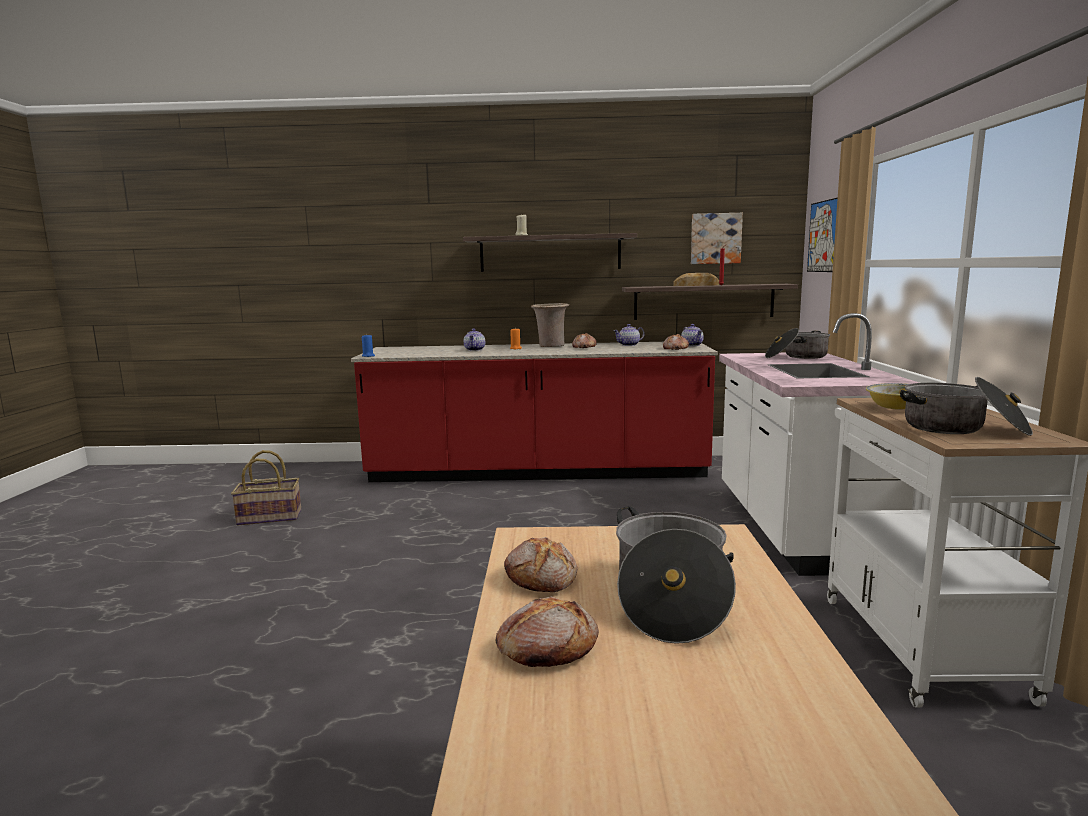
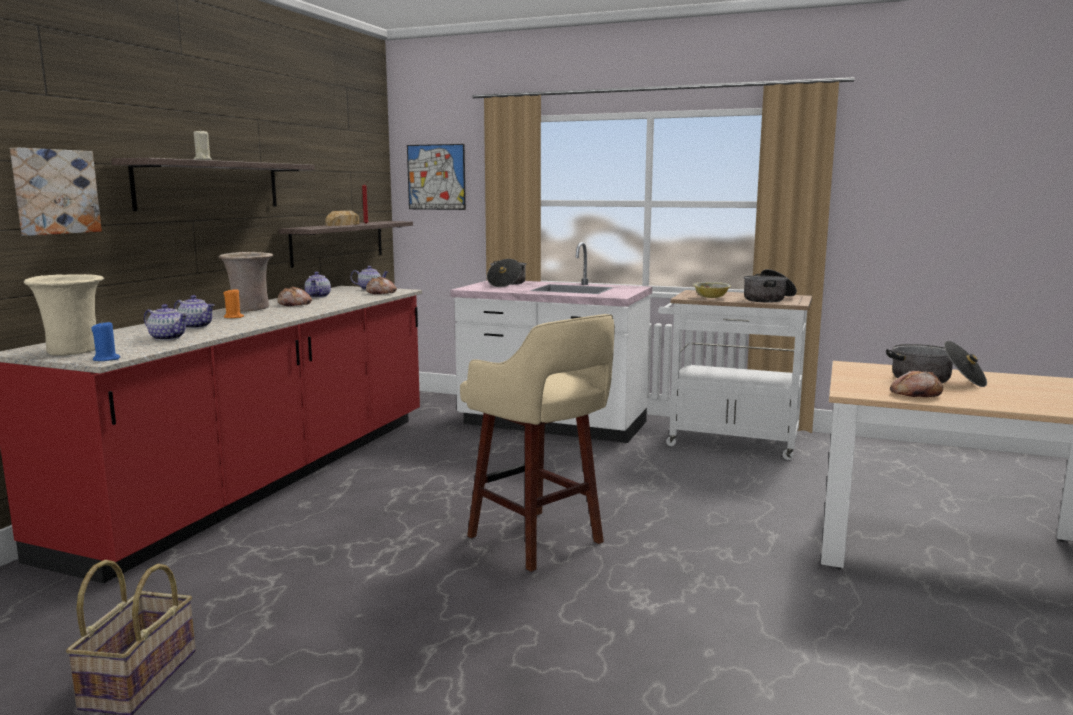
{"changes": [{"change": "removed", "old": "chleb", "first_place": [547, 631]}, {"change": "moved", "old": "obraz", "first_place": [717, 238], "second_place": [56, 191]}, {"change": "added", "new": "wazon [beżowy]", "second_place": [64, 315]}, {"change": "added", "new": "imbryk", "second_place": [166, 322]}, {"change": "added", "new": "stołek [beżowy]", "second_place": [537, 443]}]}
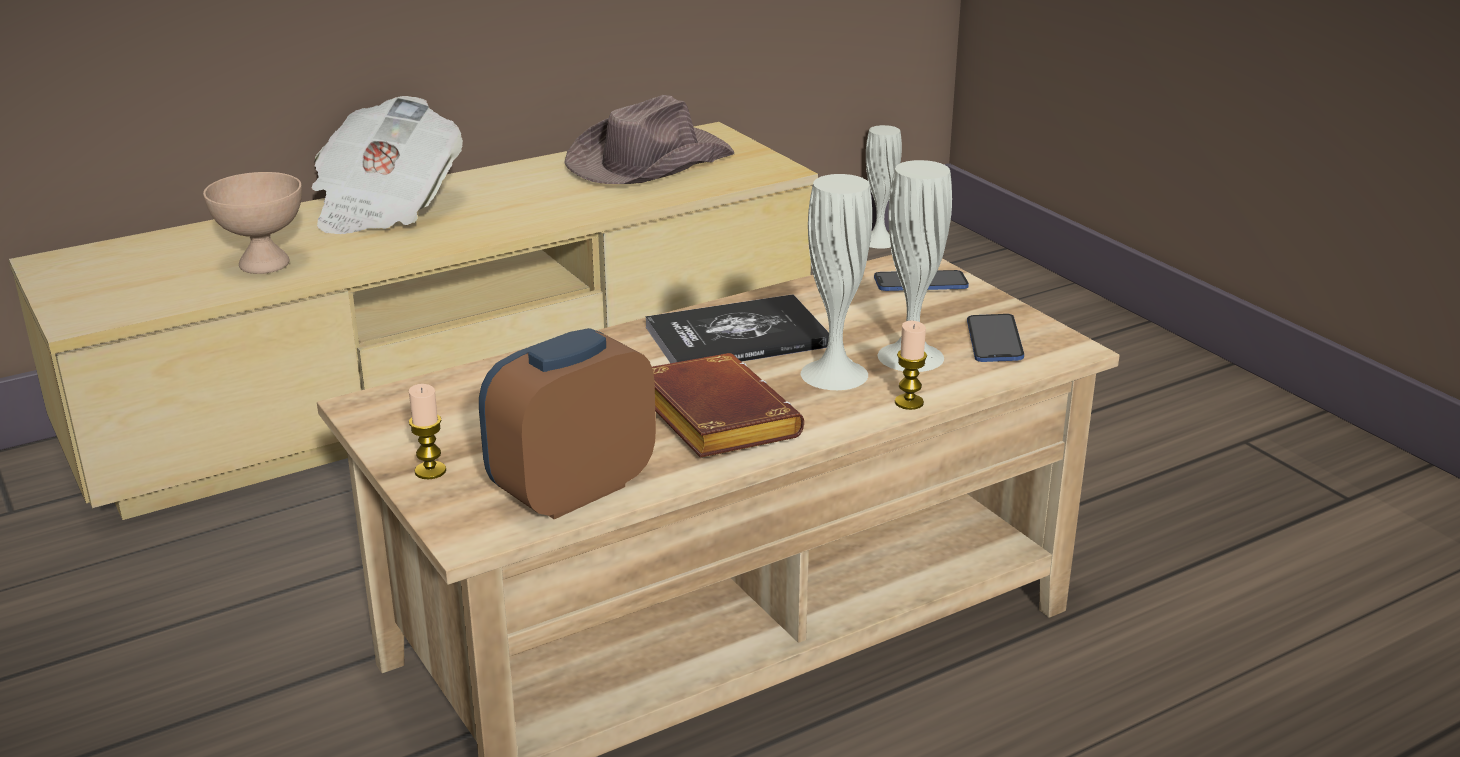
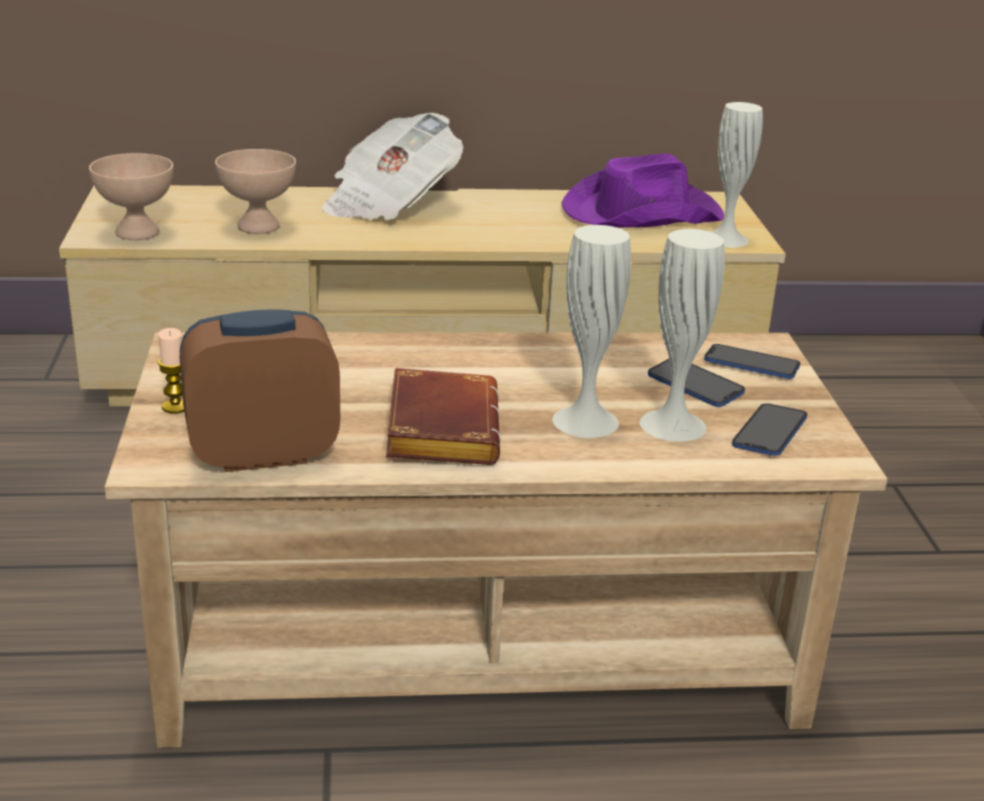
{"changes": [{"change": "recoloured", "old": "kapelusz [brązowy]", "new": "kapelusz [fioletowy]", "first_place": [649, 139], "second_place": [643, 190]}, {"change": "removed", "old": "książka", "first_place": [737, 328]}, {"change": "moved", "old": "wazon [biały]", "first_place": [884, 187], "second_place": [737, 175]}, {"change": "removed", "old": "świeca", "first_place": [911, 365]}, {"change": "added", "new": "miska [beżowy]", "second_place": [131, 196]}, {"change": "added", "new": "telefon", "second_place": [696, 383]}]}
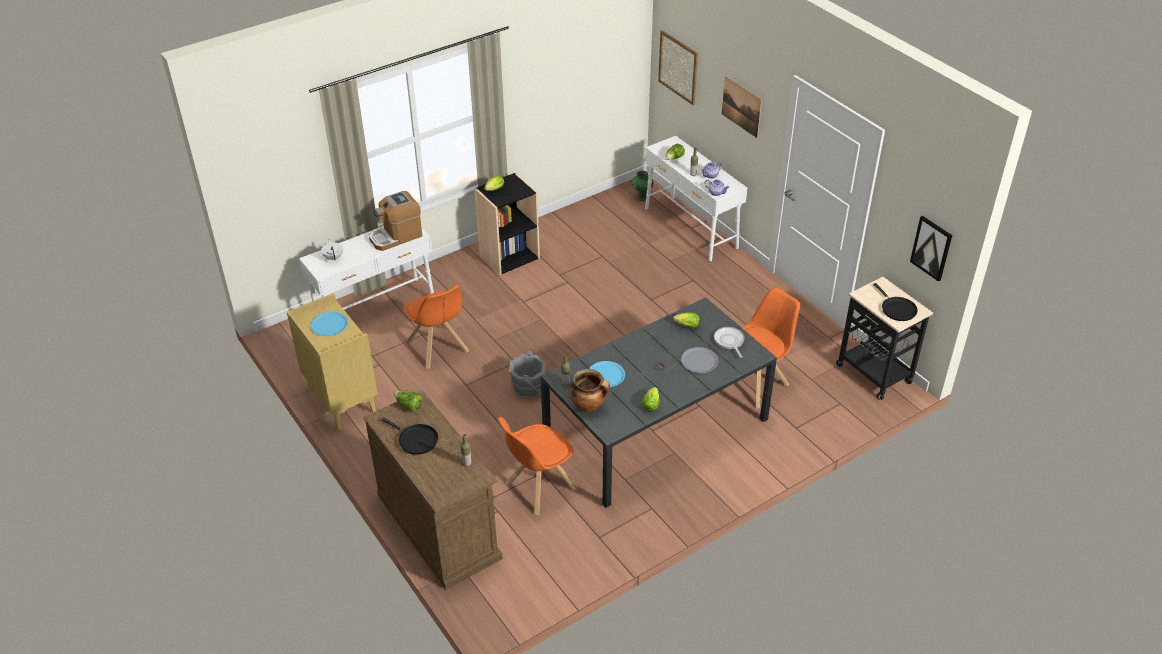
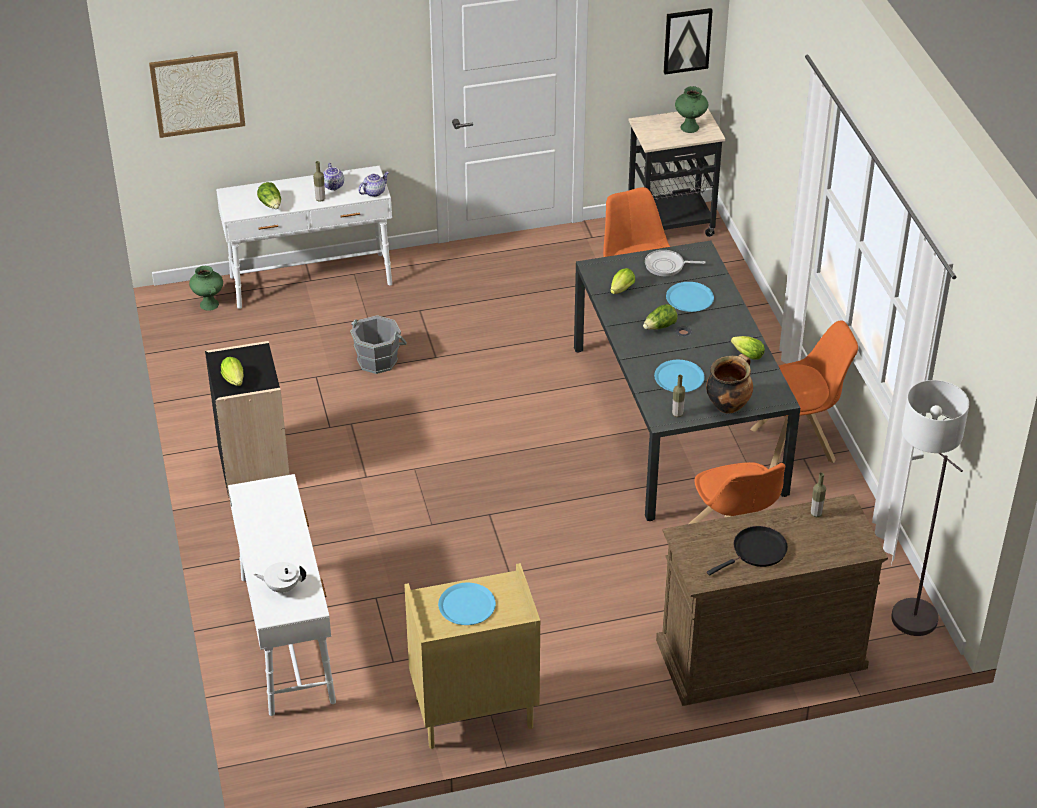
{"changes": [{"change": "removed", "old": "ekspres do kawy", "first_place": [395, 221]}, {"change": "moved", "old": "sałata", "first_place": [408, 400], "second_place": [660, 316]}, {"change": "moved", "old": "krzesło [pomarańczowy]", "first_place": [436, 326], "second_place": [804, 394]}, {"change": "moved", "old": "wiadro [szary]", "first_place": [527, 374], "second_place": [378, 344]}, {"change": "recoloured", "old": "talerz [szary]", "new": "talerz [niebieski]", "first_place": [699, 360], "second_place": [690, 297]}, {"change": "removed", "old": "obraz", "first_place": [742, 107]}, {"change": "replaced", "old": "patelnia [czarny]", "new": "wazon [zielony]", "first_place": [895, 302], "second_place": [691, 109]}, {"change": "added", "new": "lampa stojąca [biały]", "second_place": [930, 508]}]}
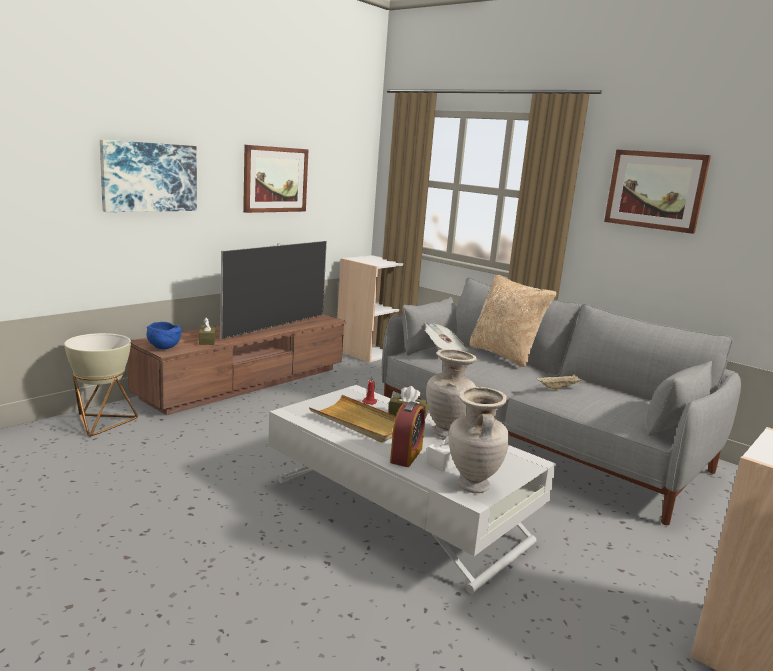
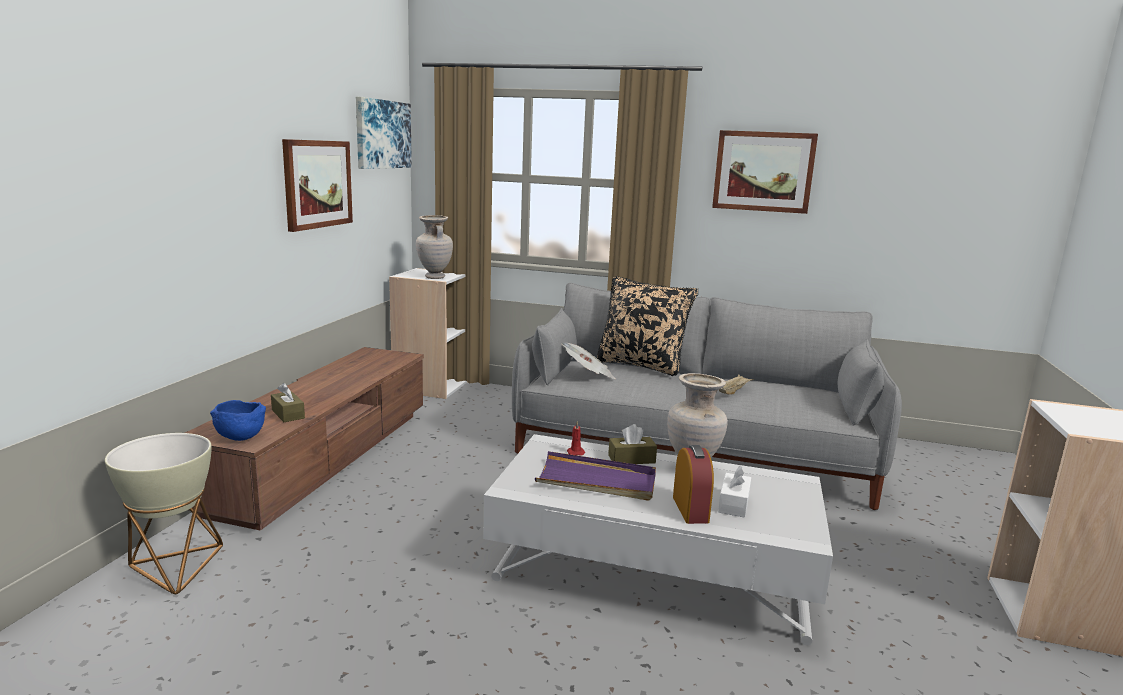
{"changes": [{"change": "moved", "old": "obraz", "first_place": [148, 175], "second_place": [384, 133]}, {"change": "removed", "old": "telewizor", "first_place": [273, 290]}, {"change": "recoloured", "old": "taca [beżowy]", "new": "taca [fioletowy]", "first_place": [352, 419], "second_place": [595, 476]}, {"change": "moved", "old": "wazon [beżowy]", "first_place": [479, 440], "second_place": [434, 247]}, {"change": "recoloured", "old": "poduszka [beżowy]", "new": "poduszka [czarny]", "first_place": [513, 320], "second_place": [647, 326]}]}
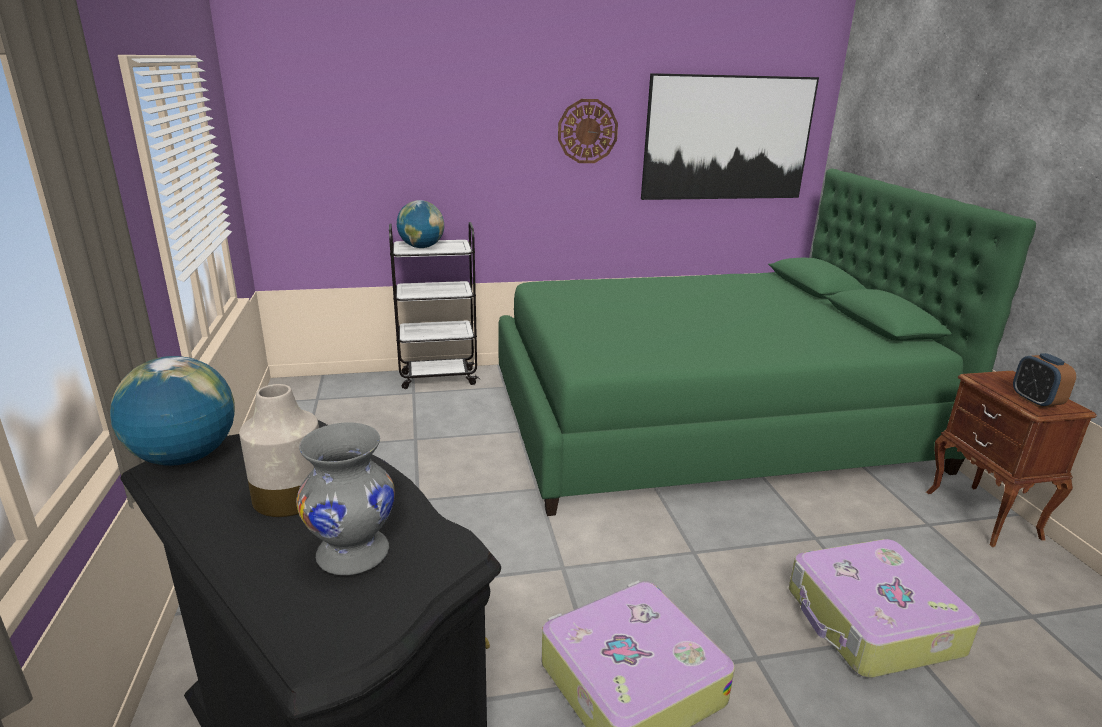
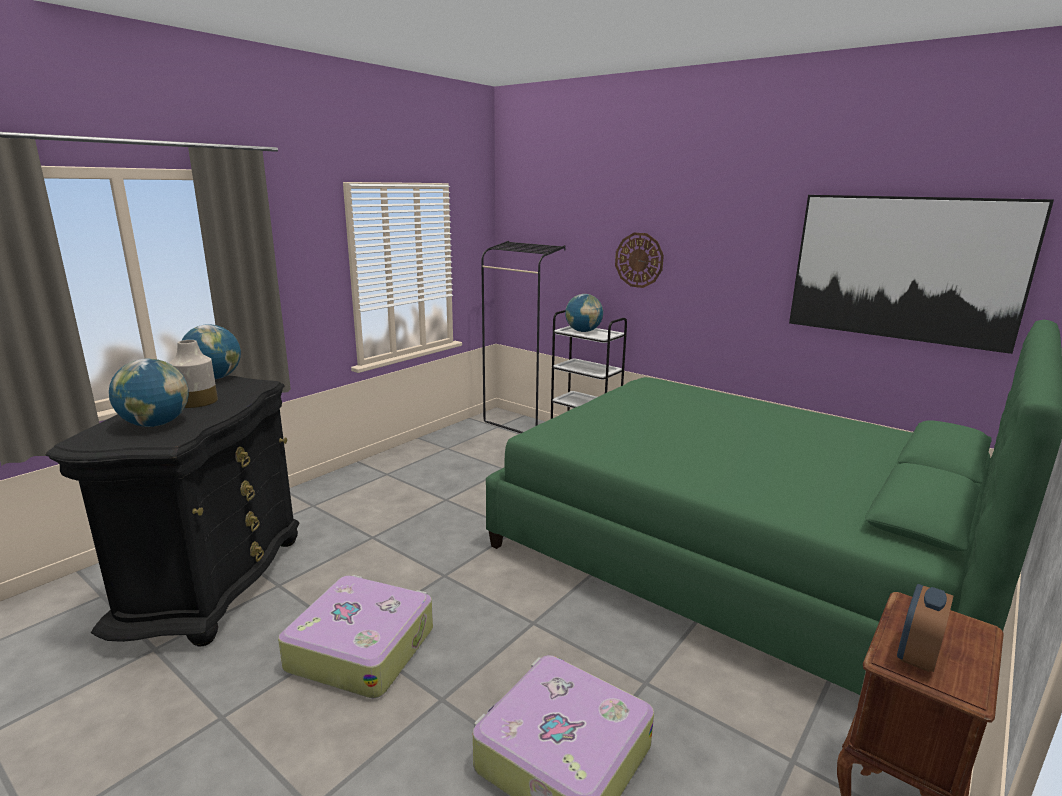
{"changes": [{"change": "replaced", "old": "wazon [szary]", "new": "globus", "first_place": [345, 498], "second_place": [149, 393]}, {"change": "moved", "old": "zegar ścienny", "first_place": [588, 131], "second_place": [639, 260]}, {"change": "added", "new": "wieszak [czarny]", "second_place": [523, 337]}]}
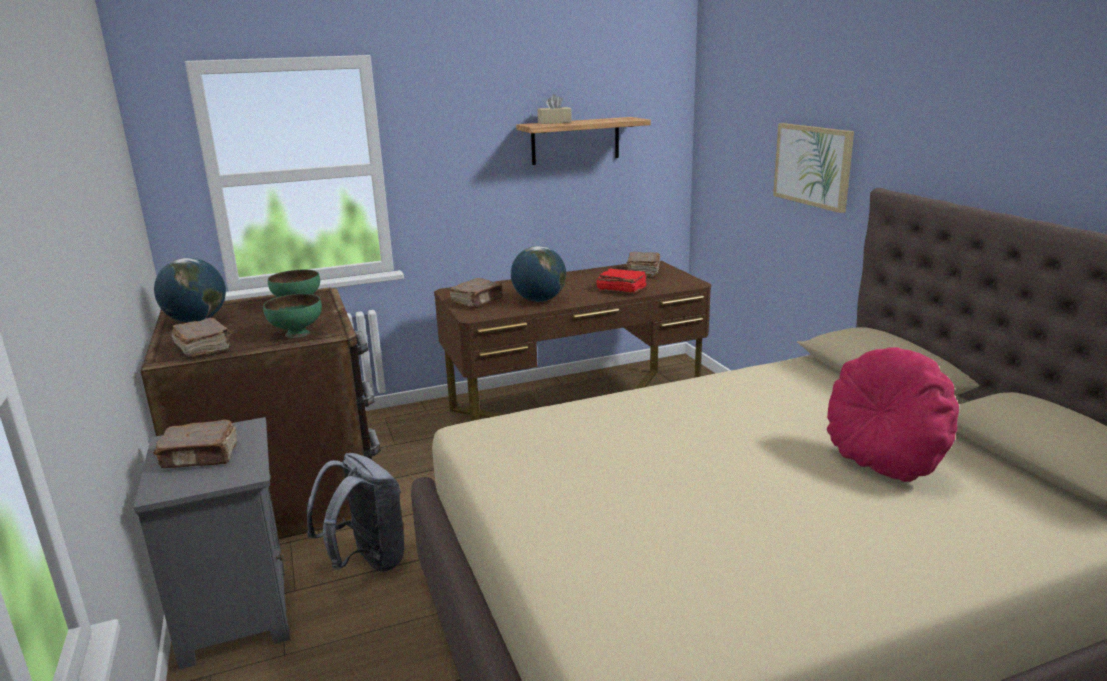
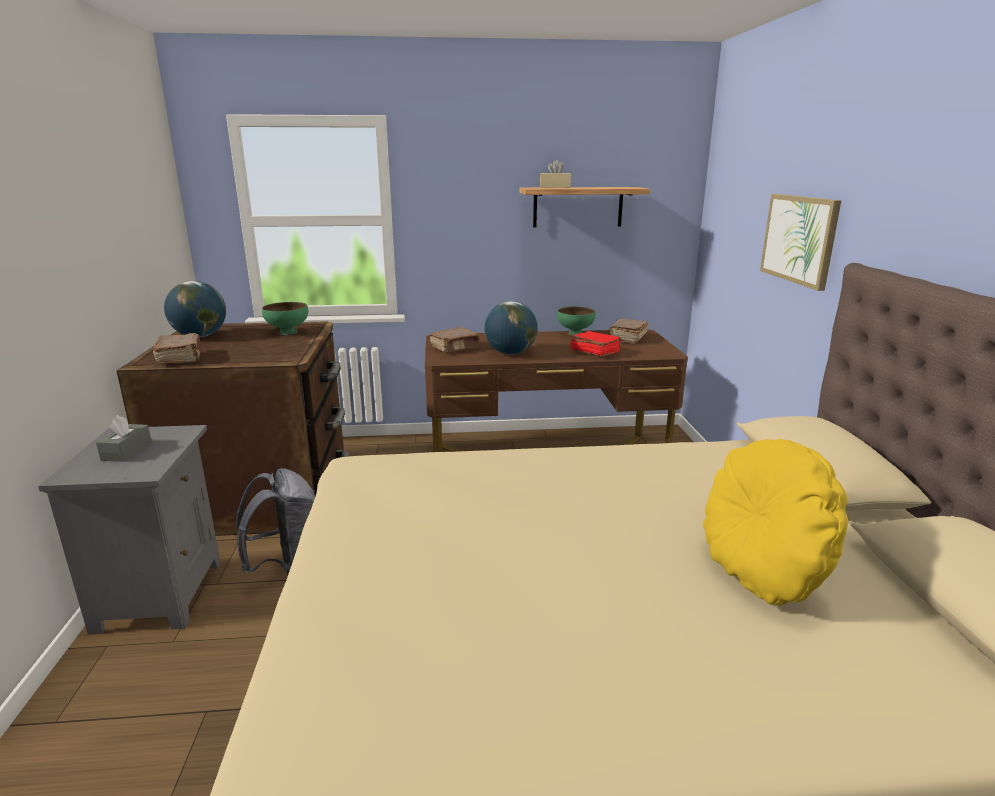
{"changes": [{"change": "replaced", "old": "książka [brązowy]", "new": "pudełko chusteczek [szary]", "first_place": [195, 444], "second_place": [124, 438]}, {"change": "moved", "old": "miska [zielony]", "first_place": [292, 316], "second_place": [576, 321]}, {"change": "recoloured", "old": "poduszka [różowy]", "new": "poduszka [żółty]", "first_place": [893, 414], "second_place": [775, 522]}]}
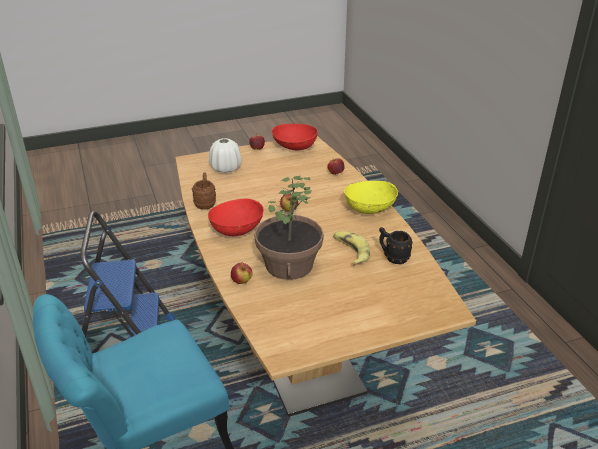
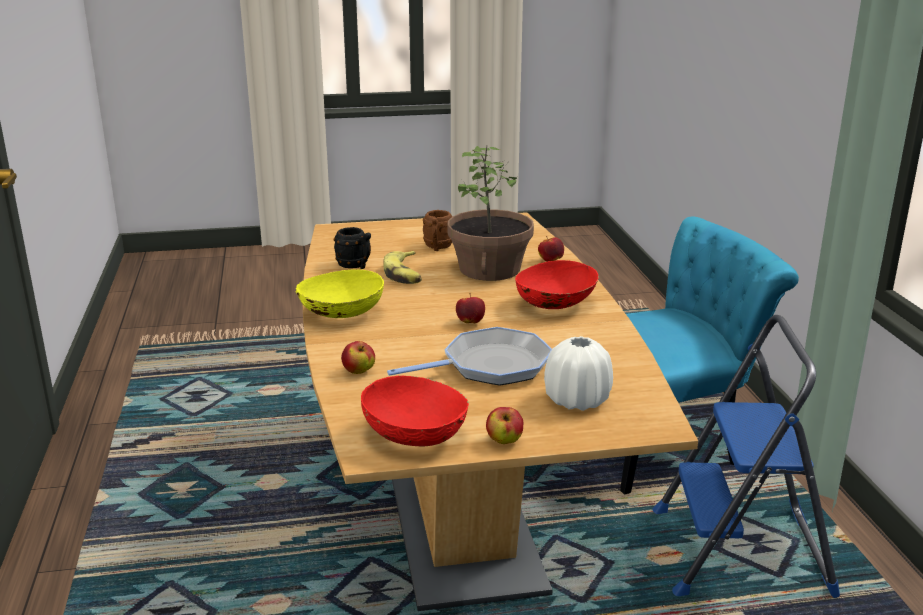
{"changes": [{"change": "moved", "old": "kubek [brązowy]", "first_place": [204, 191], "second_place": [437, 230]}, {"change": "added", "new": "patelnia", "second_place": [469, 356]}]}
